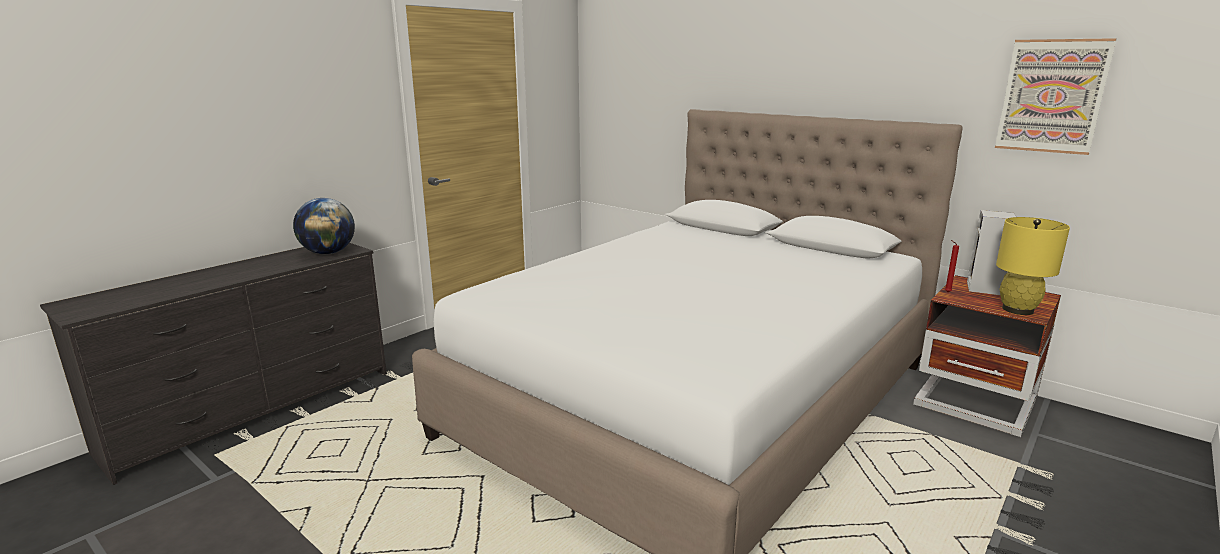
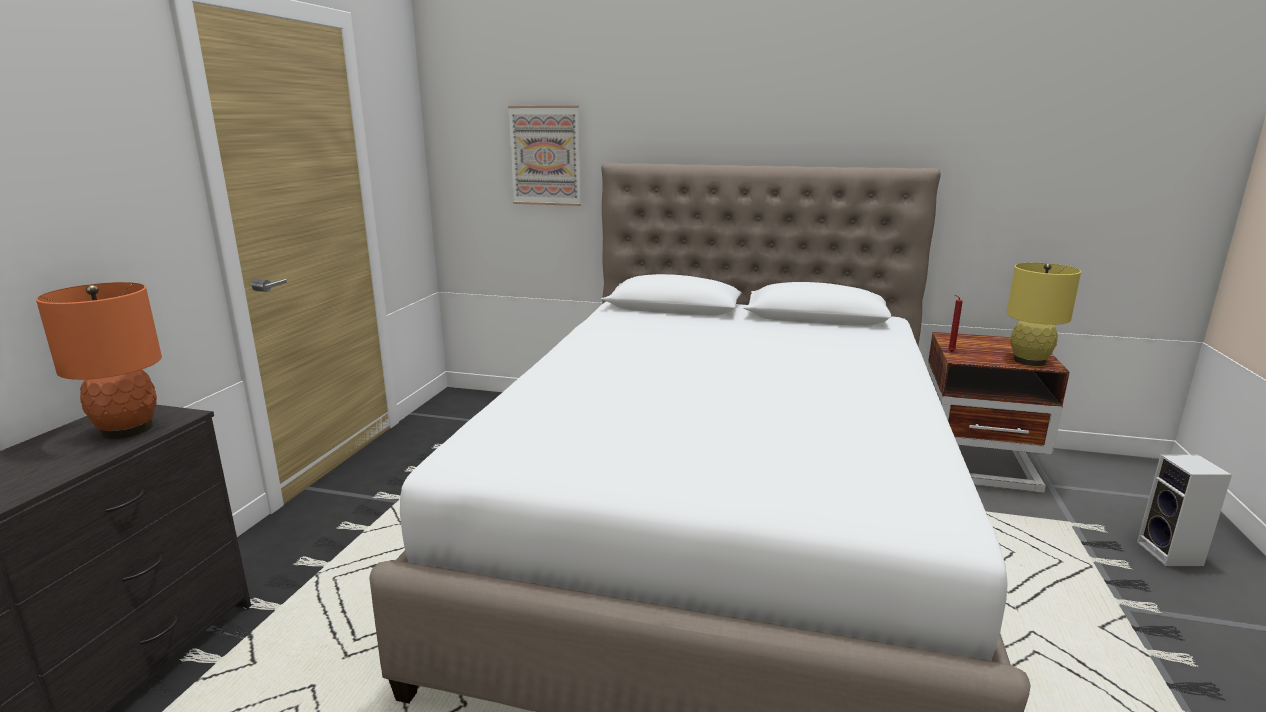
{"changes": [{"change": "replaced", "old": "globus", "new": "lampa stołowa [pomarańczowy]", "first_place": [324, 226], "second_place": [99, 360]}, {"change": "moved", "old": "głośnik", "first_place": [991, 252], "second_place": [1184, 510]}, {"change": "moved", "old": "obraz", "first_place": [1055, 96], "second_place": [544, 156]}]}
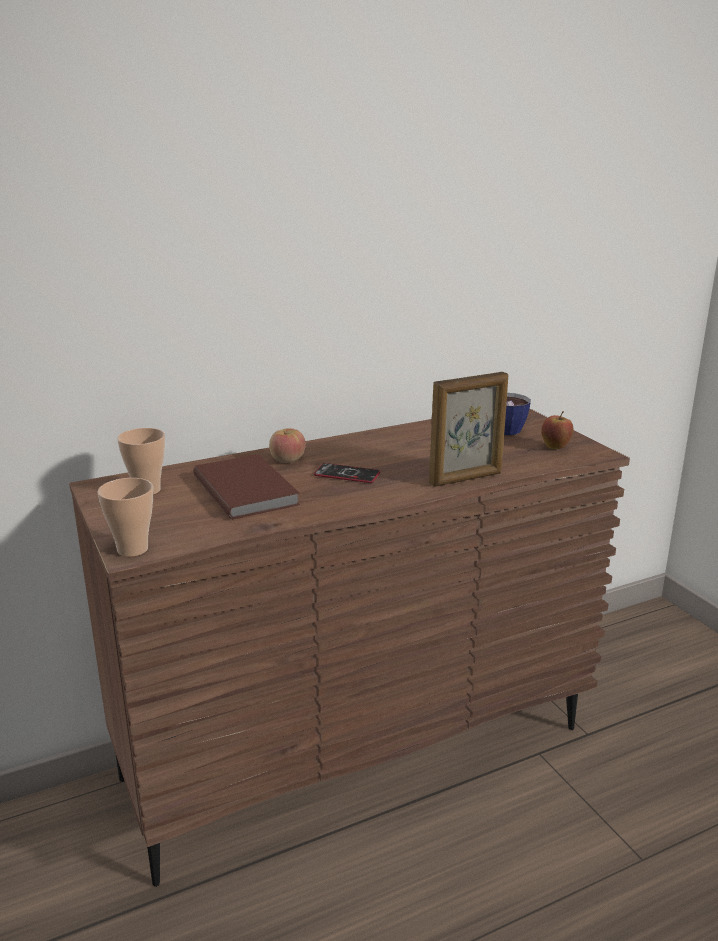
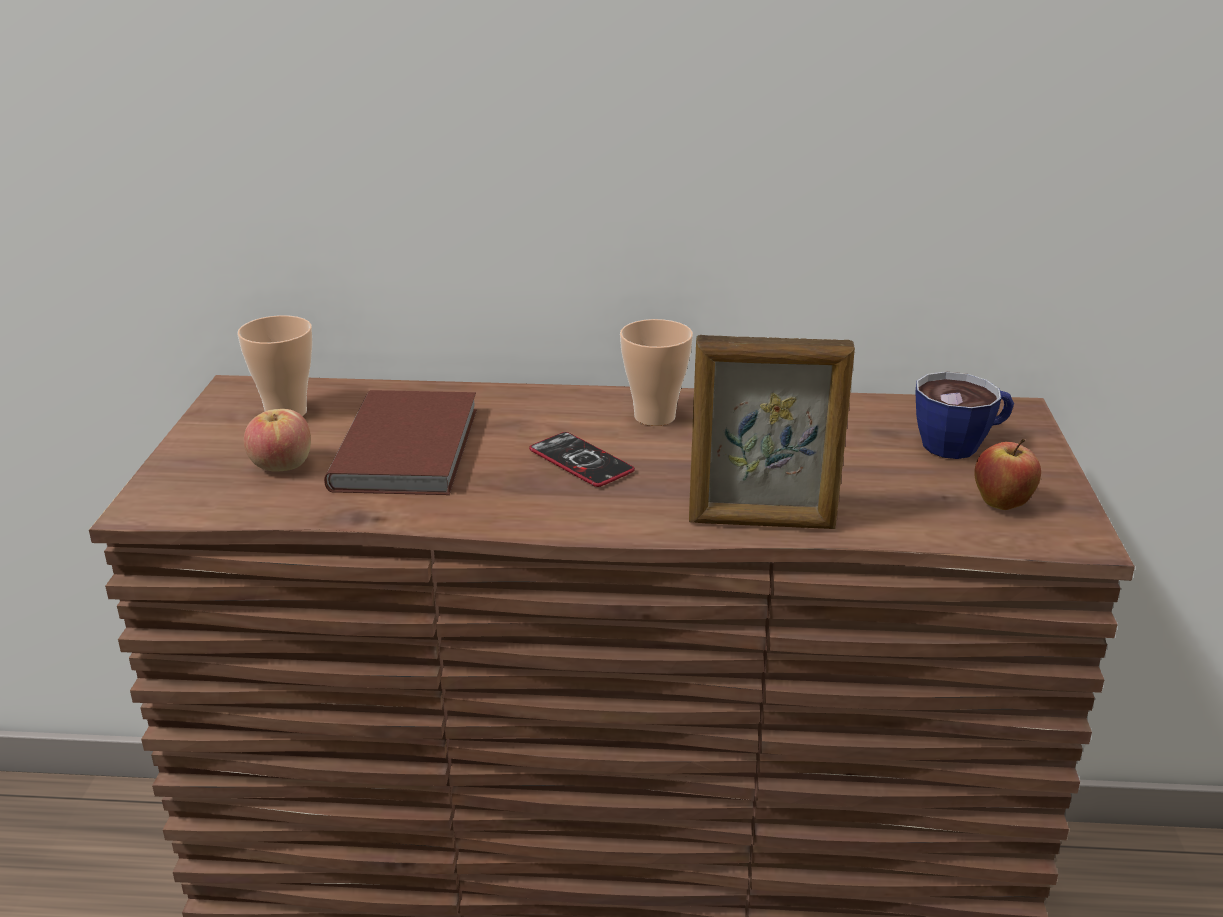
{"changes": [{"change": "moved", "old": "filiżanka", "first_place": [125, 517], "second_place": [656, 372]}, {"change": "moved", "old": "jabłko", "first_place": [287, 445], "second_place": [277, 440]}]}
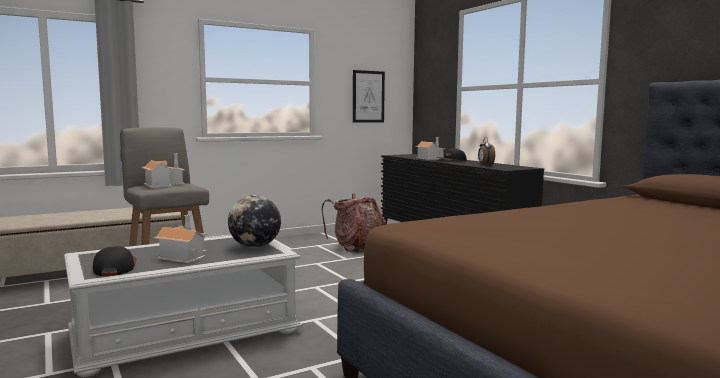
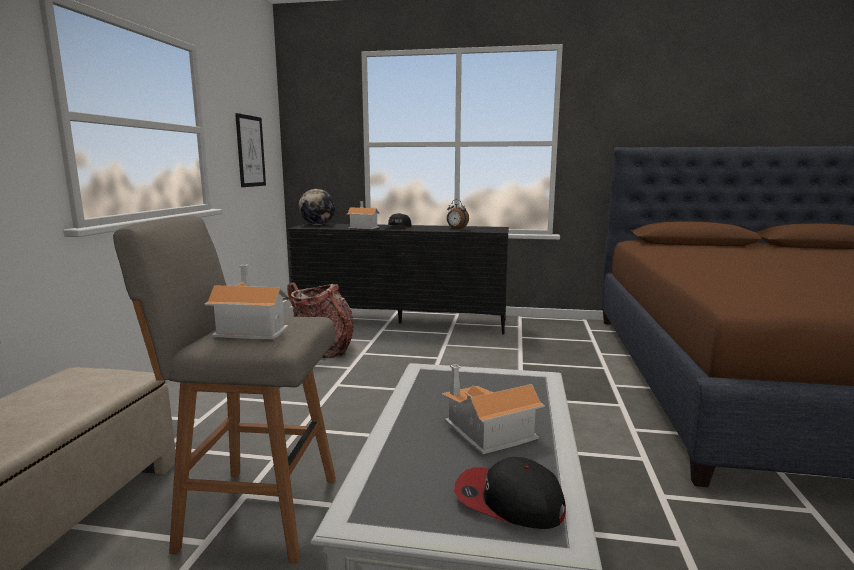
{"changes": [{"change": "moved", "old": "globus", "first_place": [254, 221], "second_place": [317, 207]}]}
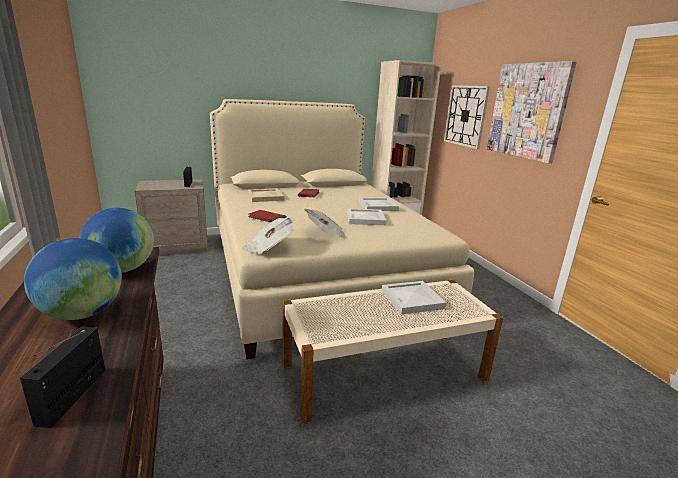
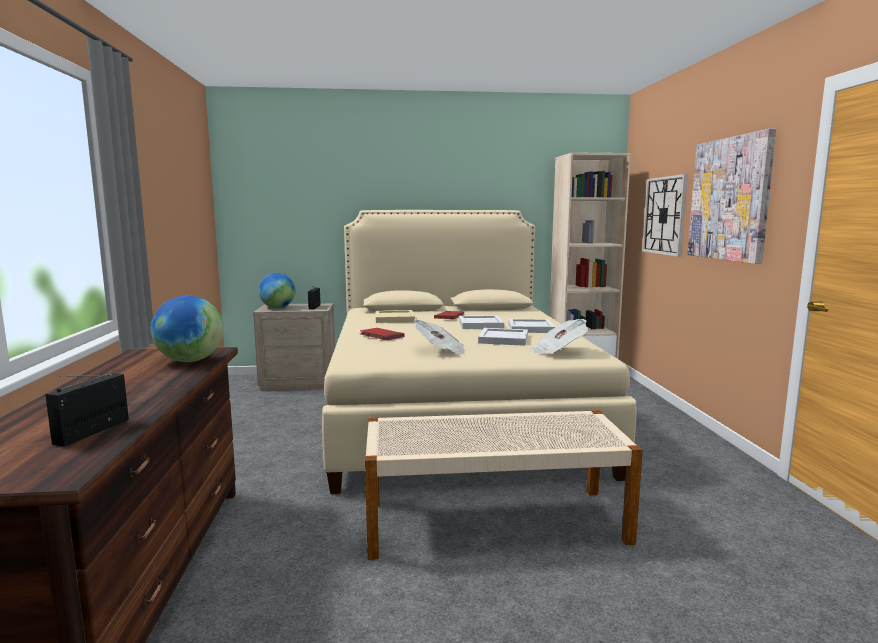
{"changes": [{"change": "moved", "old": "globus", "first_place": [73, 279], "second_place": [277, 290]}, {"change": "moved", "old": "gazeta", "first_place": [268, 235], "second_place": [559, 336]}, {"change": "moved", "old": "taca [biały]", "first_place": [414, 297], "second_place": [481, 322]}]}
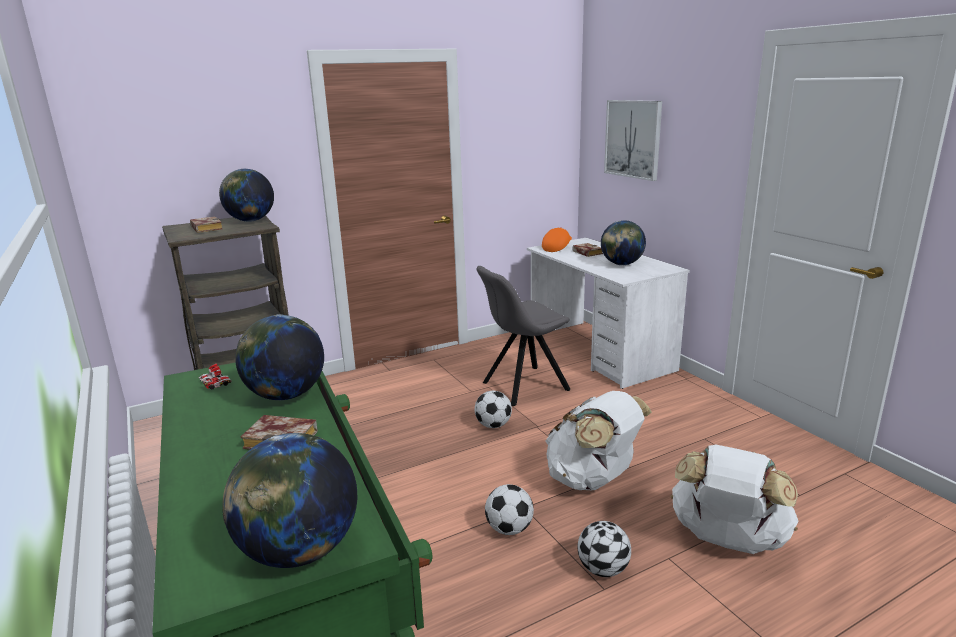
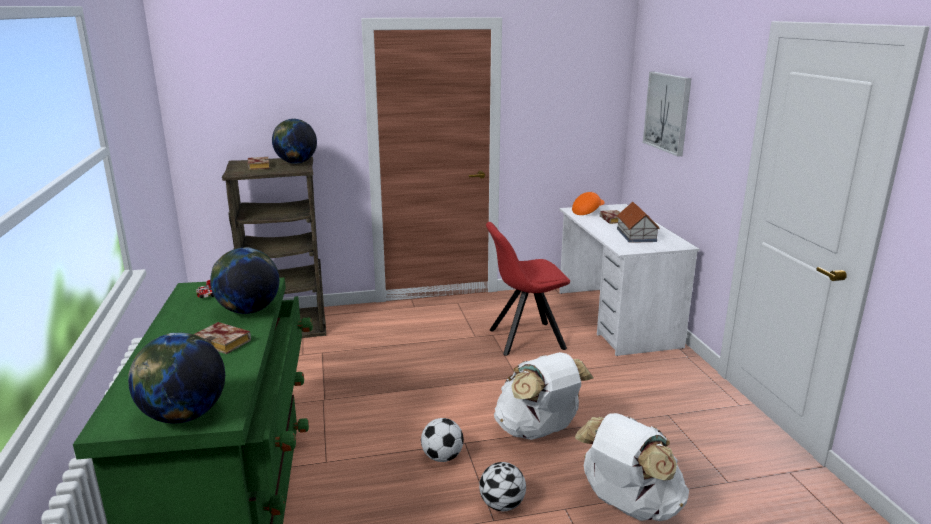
{"changes": [{"change": "removed", "old": "piłka futbolowa", "first_place": [493, 409]}, {"change": "recoloured", "old": "krzesło [szary]", "new": "krzesło [czerwony]", "first_place": [523, 336], "second_place": [528, 289]}, {"change": "replaced", "old": "globus", "new": "domek", "first_place": [623, 242], "second_place": [638, 222]}]}
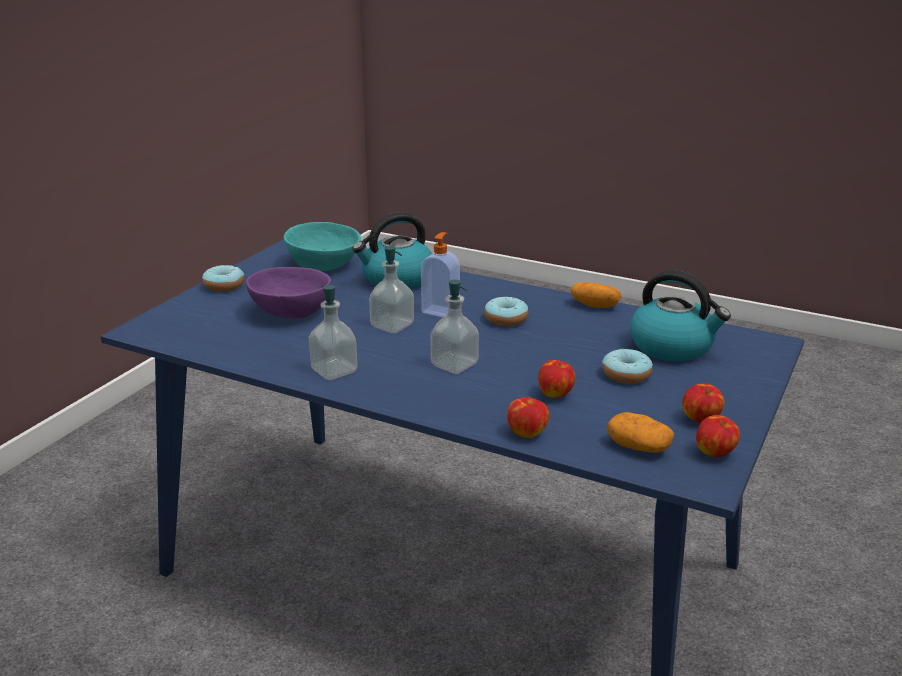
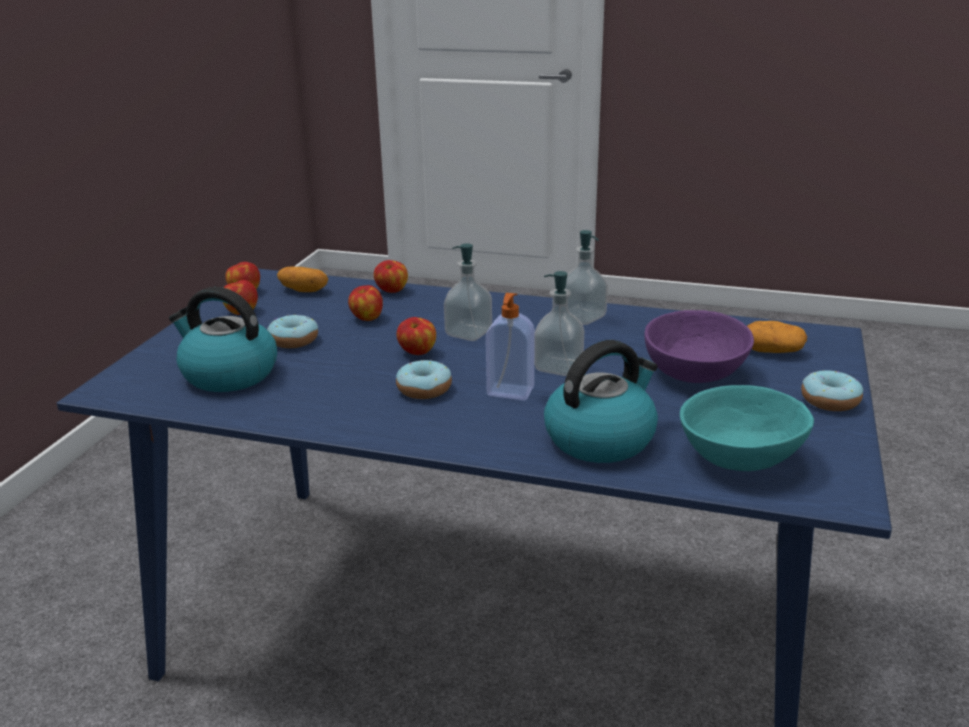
{"changes": [{"change": "moved", "old": "ziemniak", "first_place": [596, 295], "second_place": [777, 337]}, {"change": "added", "new": "jabłko", "second_place": [416, 336]}]}
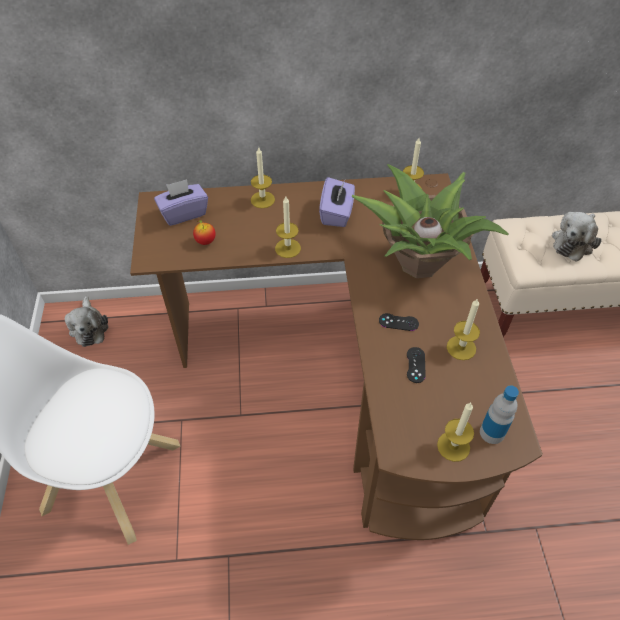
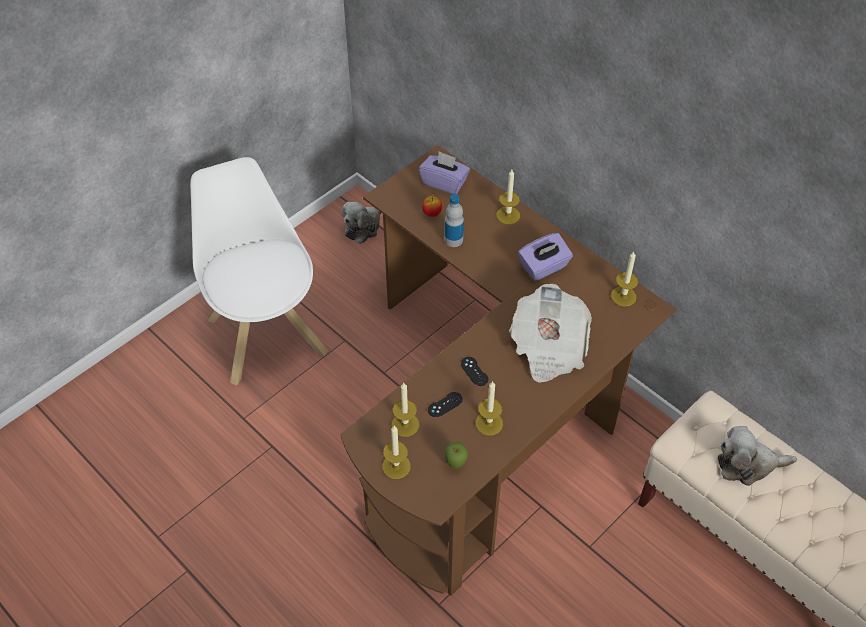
{"changes": [{"change": "moved", "old": "świeca", "first_place": [288, 227], "second_place": [405, 410]}, {"change": "replaced", "old": "roślina doniczkowa", "new": "gazeta", "first_place": [430, 221], "second_place": [551, 333]}, {"change": "moved", "old": "butelka", "first_place": [499, 414], "second_place": [454, 220]}, {"change": "added", "new": "jabłko", "second_place": [456, 455]}]}
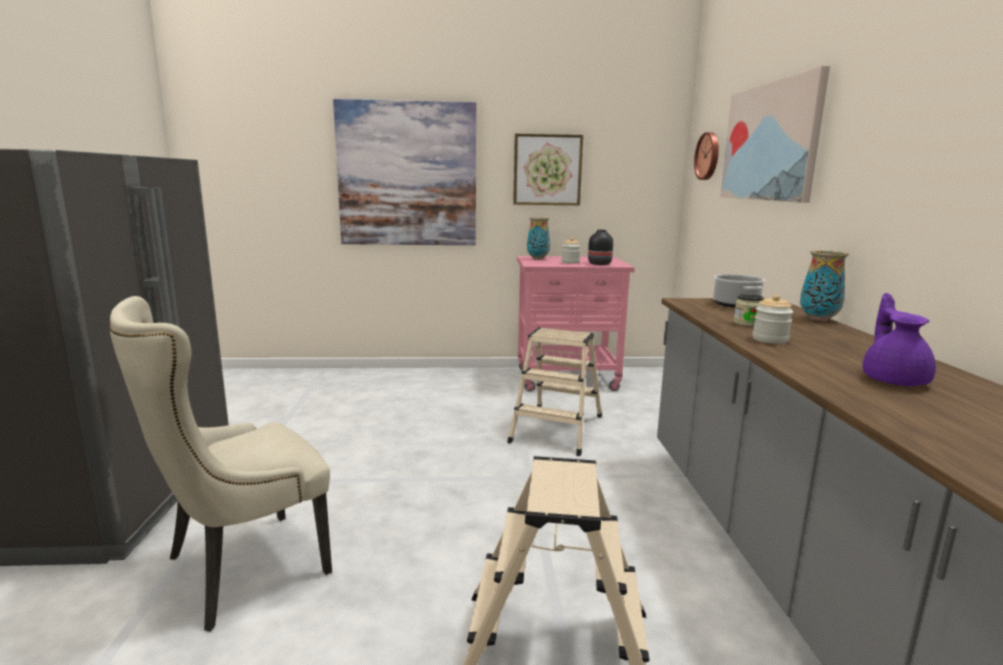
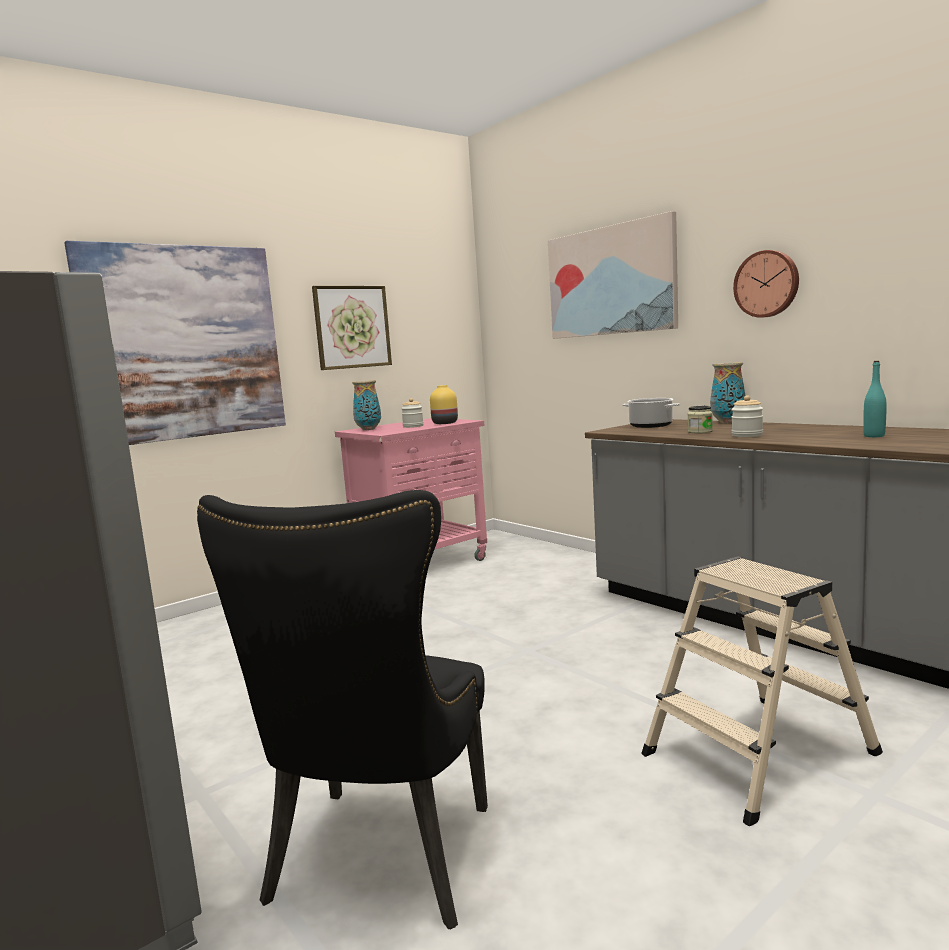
{"changes": [{"change": "recoloured", "old": "krzesło [beżowy]", "new": "krzesło [czarny]", "first_place": [220, 464], "second_place": [342, 709]}, {"change": "removed", "old": "drabinka [beżowy]", "first_place": [554, 391]}, {"change": "recoloured", "old": "wazon [czarny]", "new": "wazon [żółty]", "first_place": [600, 247], "second_place": [444, 404]}, {"change": "moved", "old": "zegar ścienny", "first_place": [706, 156], "second_place": [766, 284]}, {"change": "replaced", "old": "imbryk [fioletowy]", "new": "butelka [turkusowy]", "first_place": [899, 339], "second_place": [875, 399]}]}
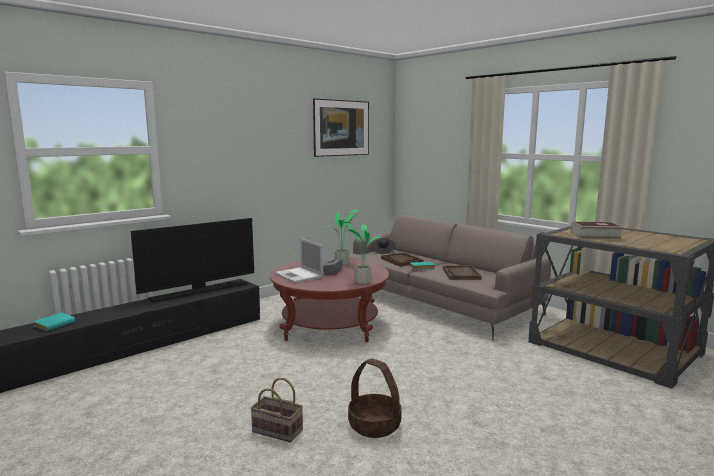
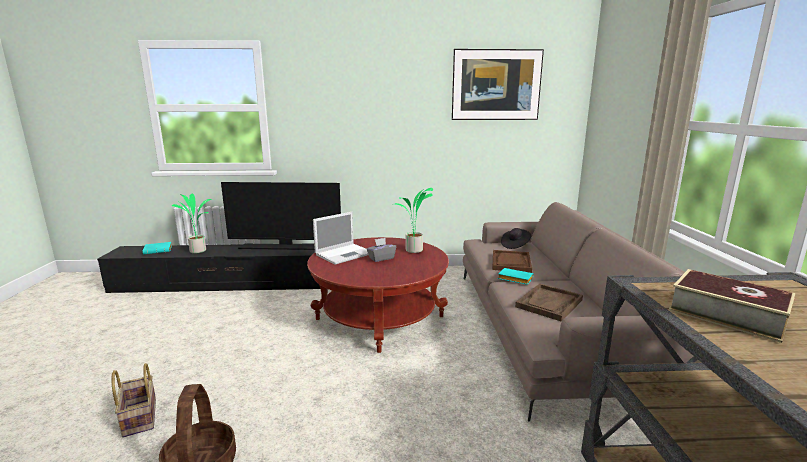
{"changes": [{"change": "turned", "old": "laptop", "first_place": [298, 260], "second_place": [341, 238], "degrees": -135}, {"change": "moved", "old": "roślina doniczkowa", "first_place": [362, 252], "second_place": [192, 223]}]}
